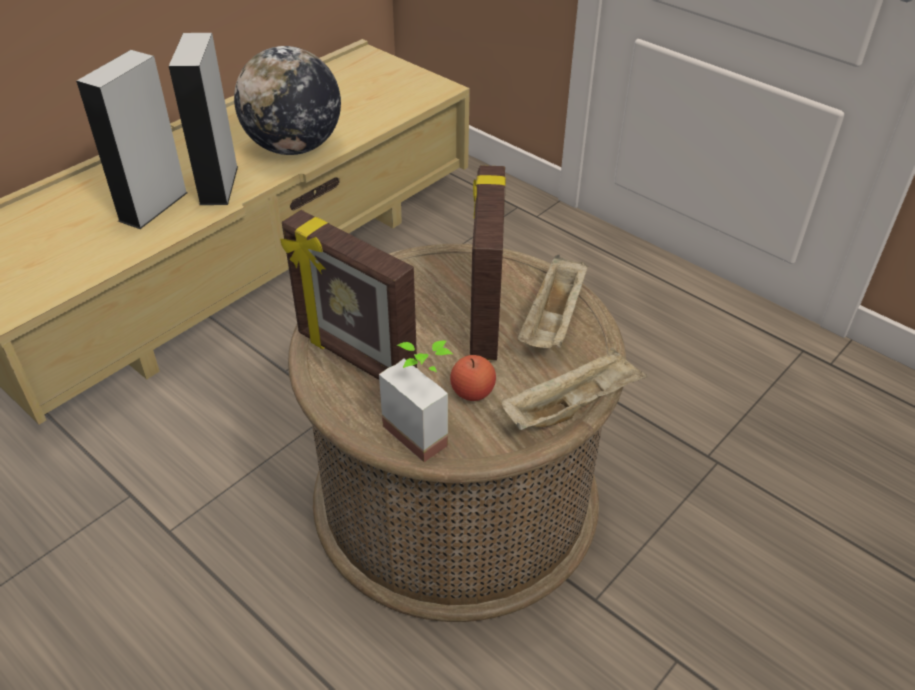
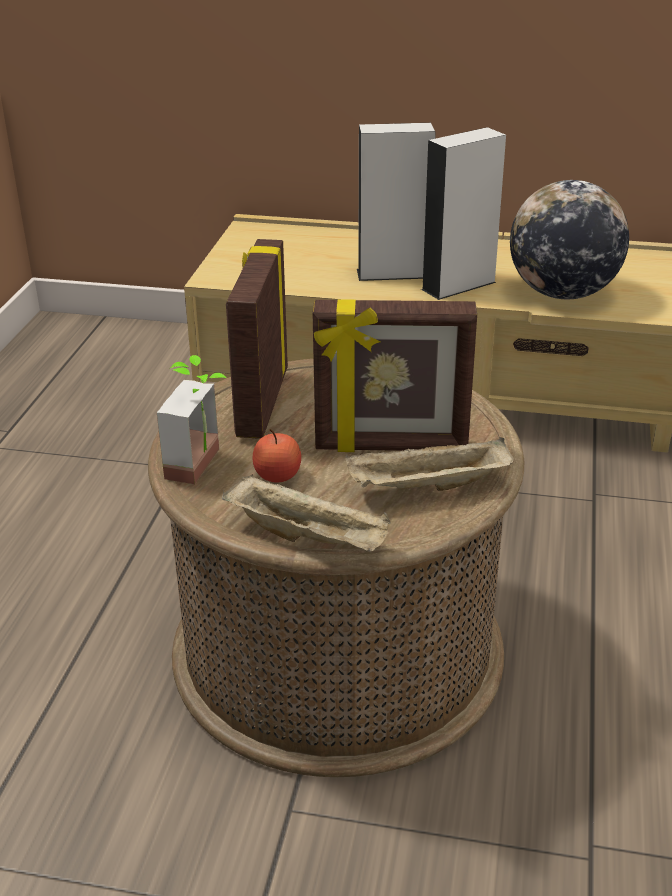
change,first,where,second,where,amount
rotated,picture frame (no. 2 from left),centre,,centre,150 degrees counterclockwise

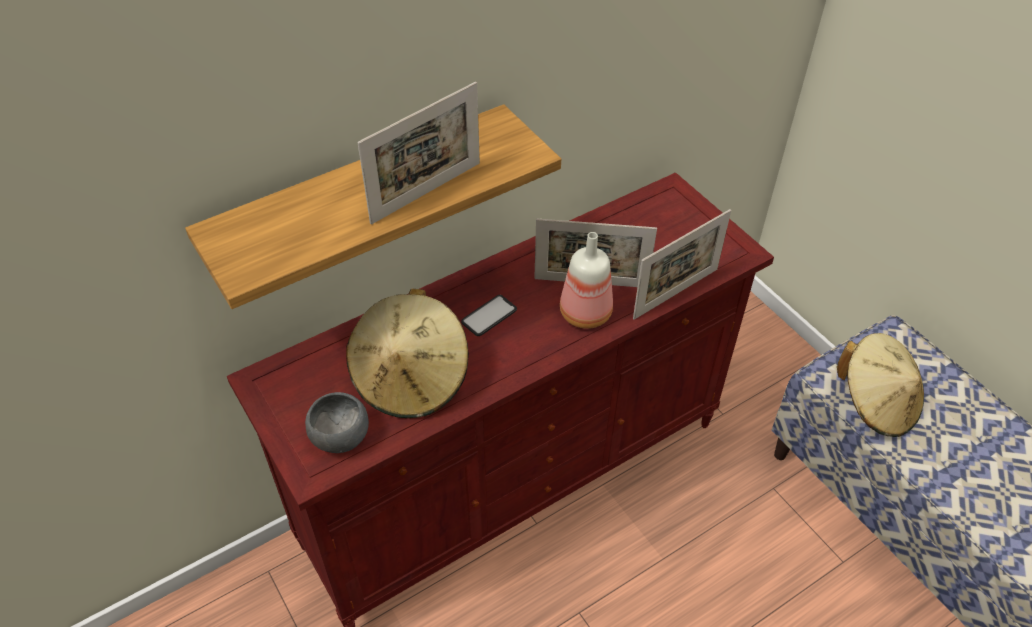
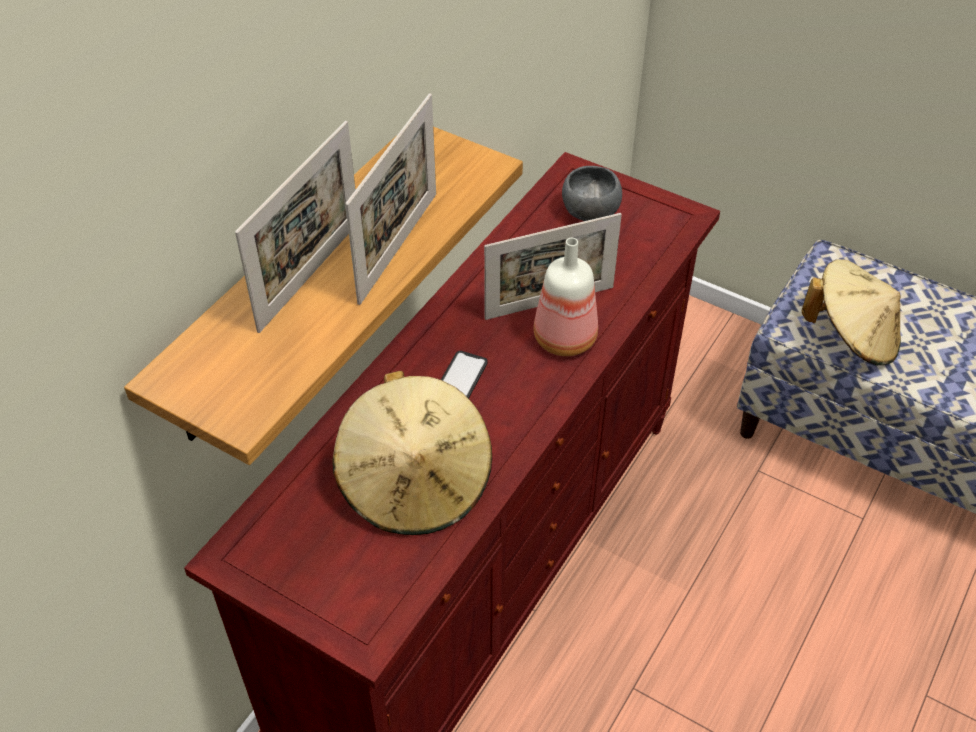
change,first,where,second,where,amount
shifted,picture frame (no. 3 from left in the first image),centre,picture frame (no. 1 from left),top left,
shifted,grey bowl,bottom left,,top centre,

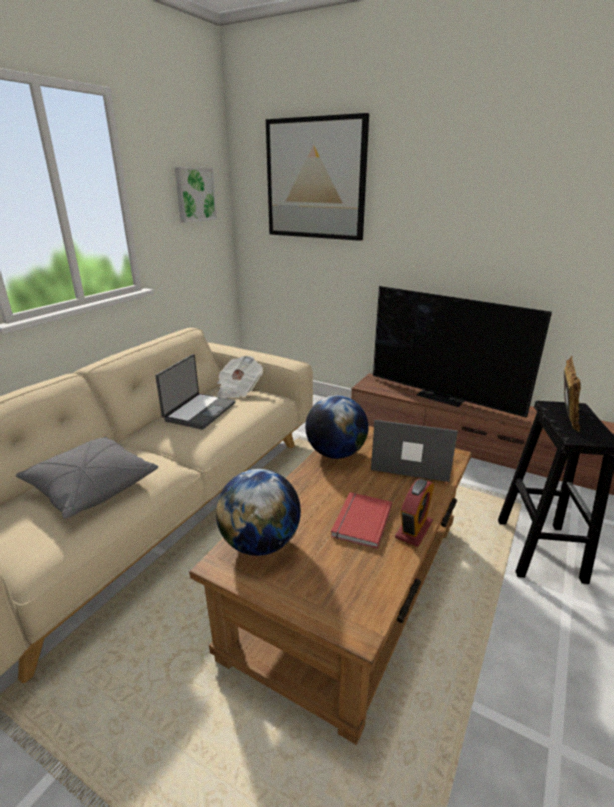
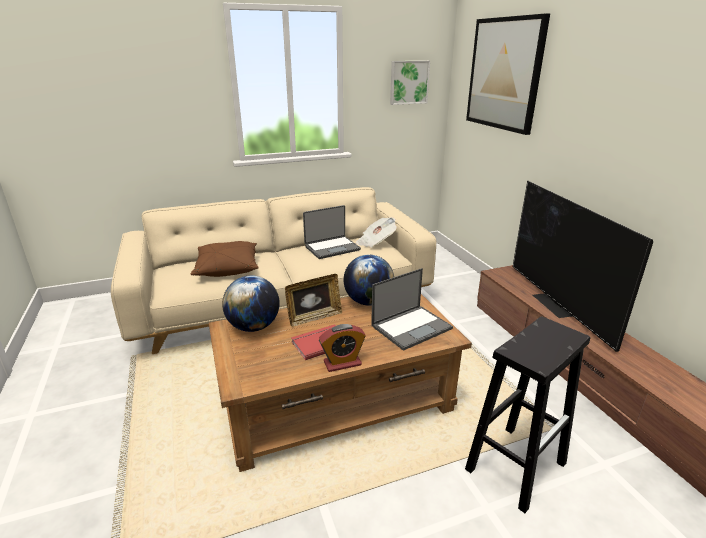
change,first,where,second,where,amount
repainted,grey pillow,middle left,brown pillow,middle left,
shifted,picture frame,middle right,,centre,
rotated,laptop (no. 2 from left),middle right,,centre,90 degrees clockwise

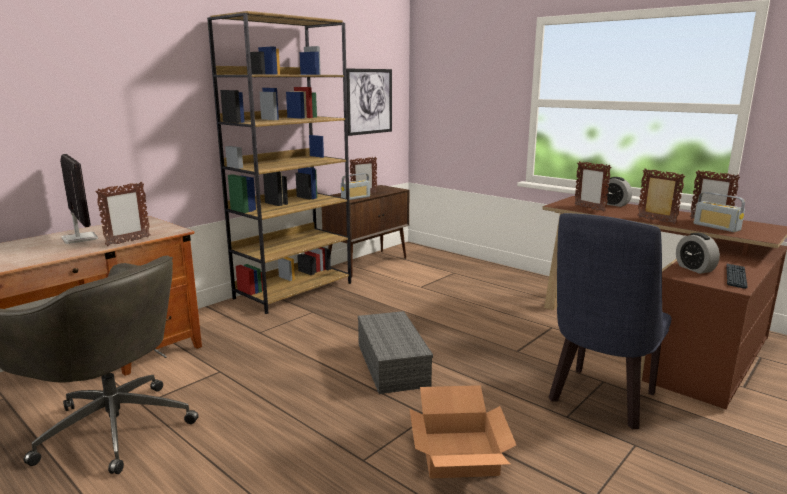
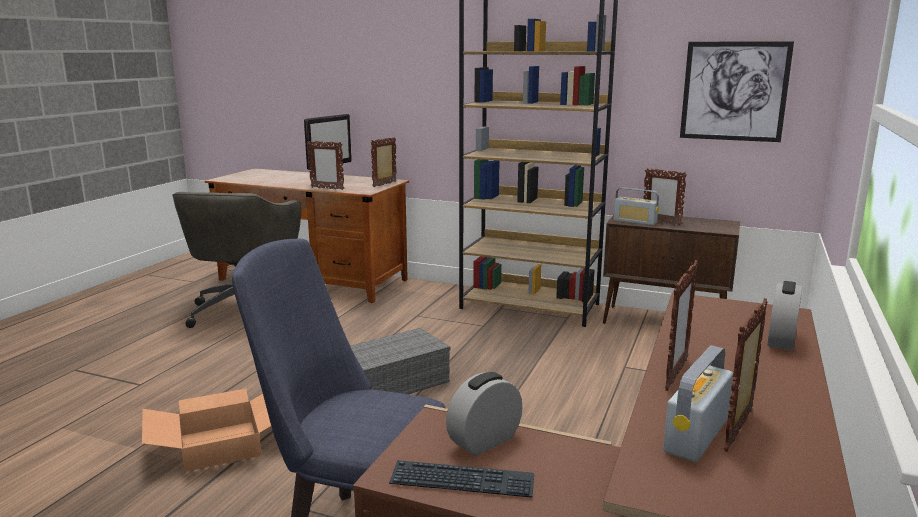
change,first,where,second,where,amount
shifted,picture frame (no. 3 from left in the first image),middle right,picture frame (no. 2 from left),top centre,

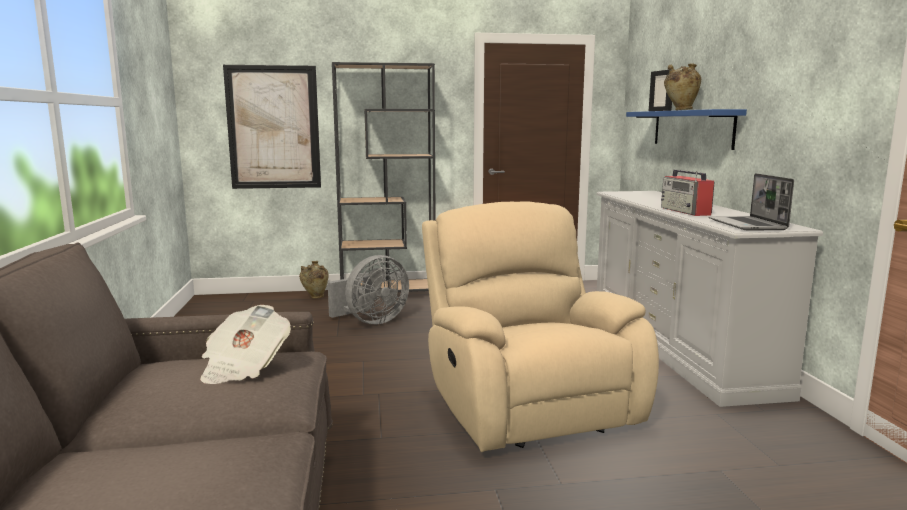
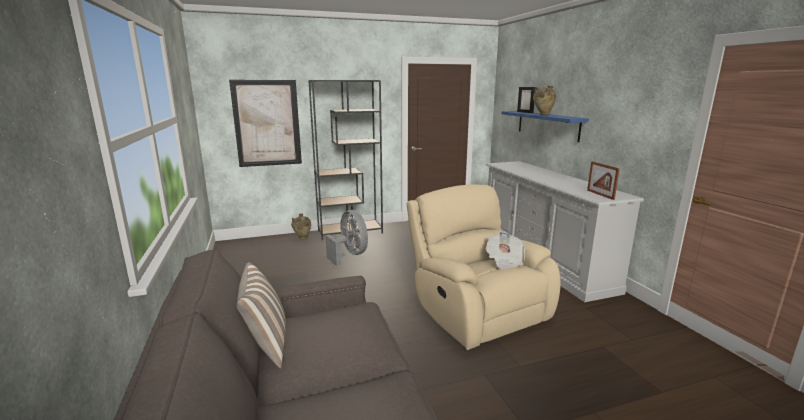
change,first,where,second,where,amount
new,,,pillow,bottom left,
rotated,grey fan,centre,,centre,75 degrees counterclockwise
shifted,newspaper,bottom left,,centre,
swapped,laptop,middle right,picture frame (no. 2 from left),middle right,
gone,radio,middle right,,,

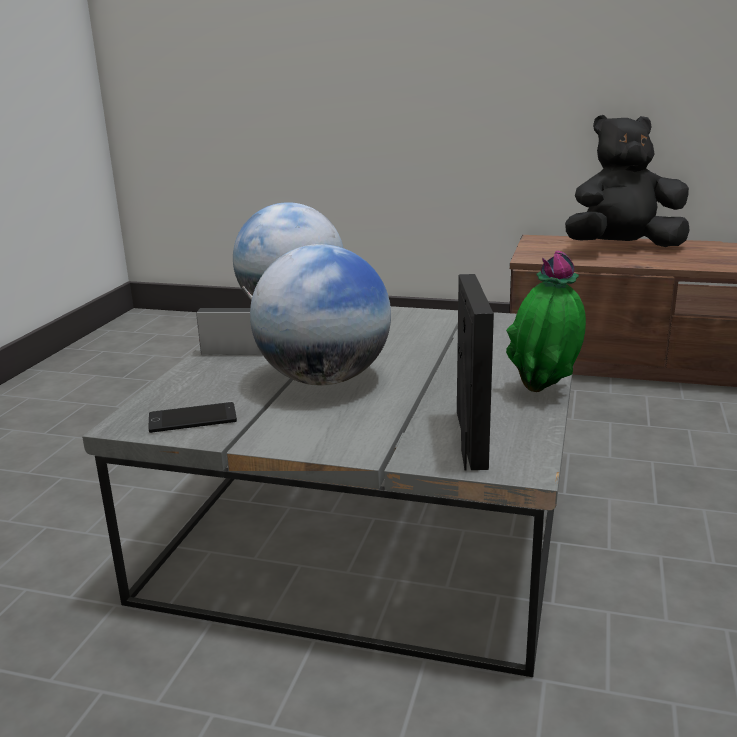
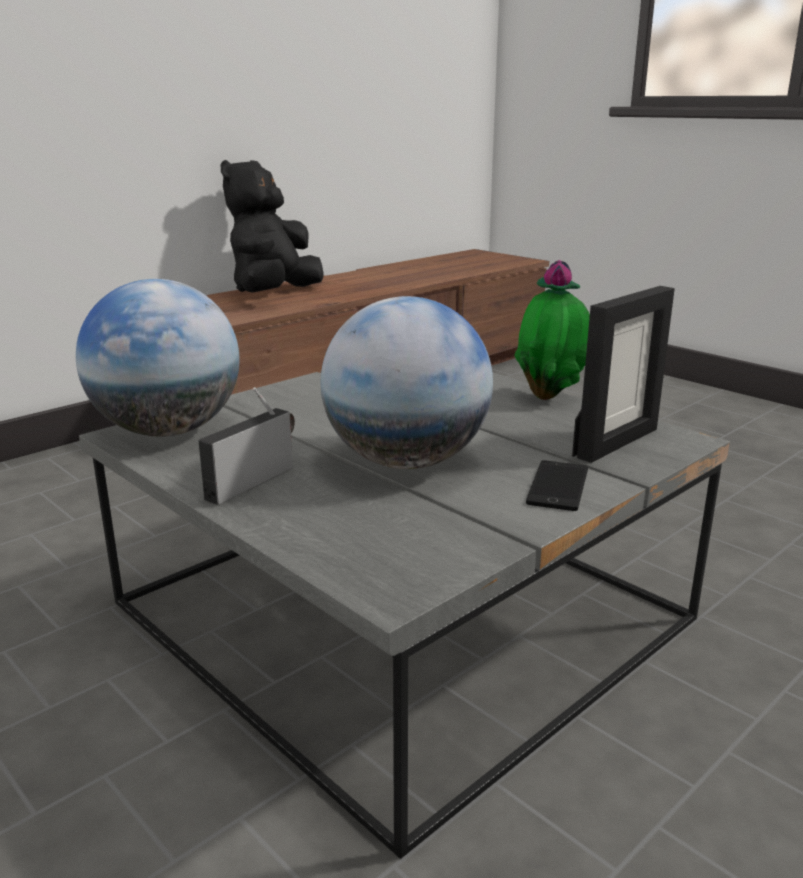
change,first,where,second,where,amount
shifted,phone,middle left,,middle right,
rotated,picture frame,centre,,middle right,105 degrees clockwise

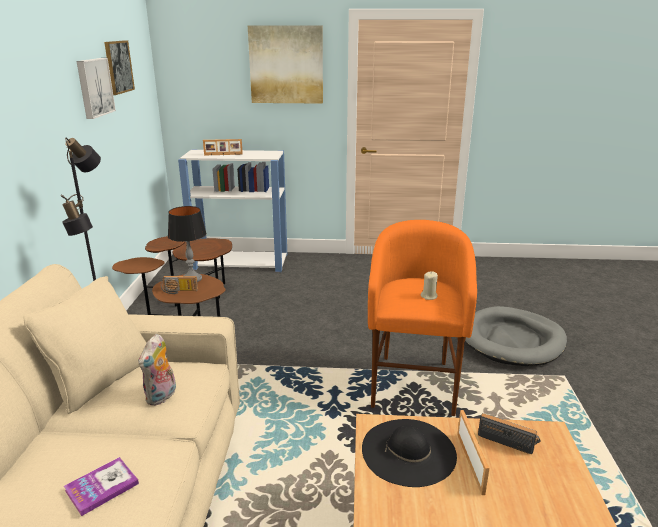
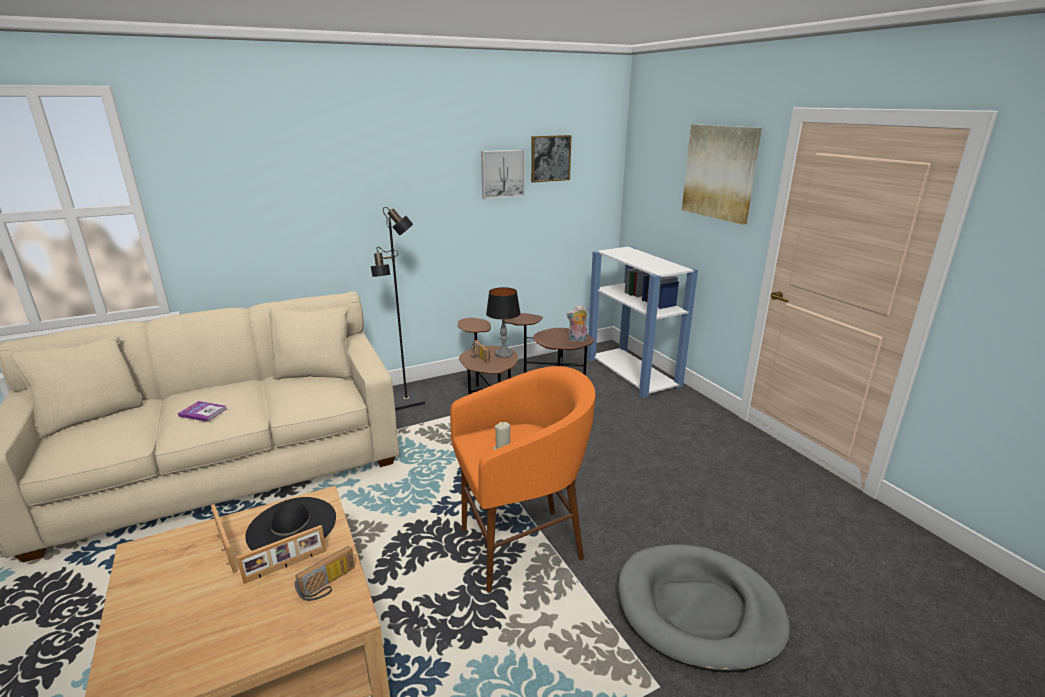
change,first,where,second,where,amount
shifted,picture frame (no. 1 from left),top centre,,bottom left,
rotated,radio (no. 2 from left in the first image),bottom right,radio (no. 1 from left),bottom left,45 degrees clockwise
shifted,plush toy,bottom left,,centre,

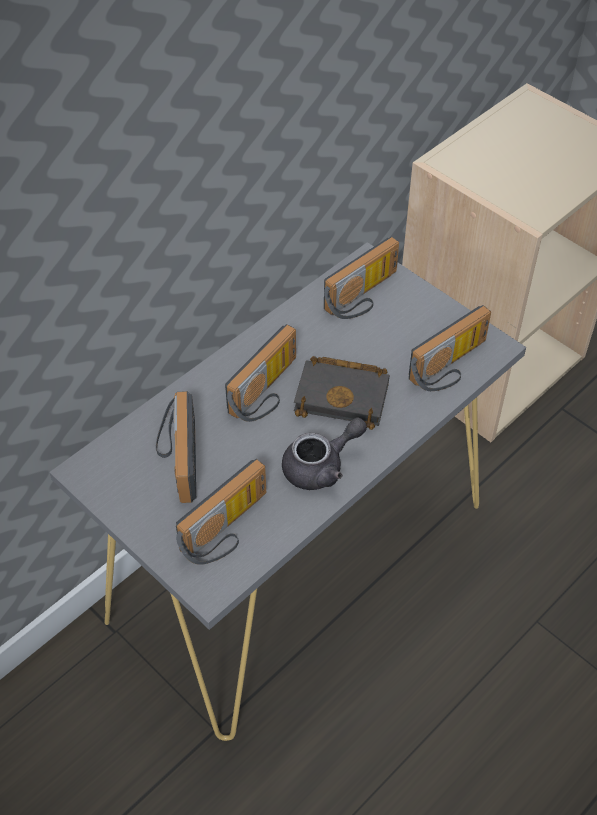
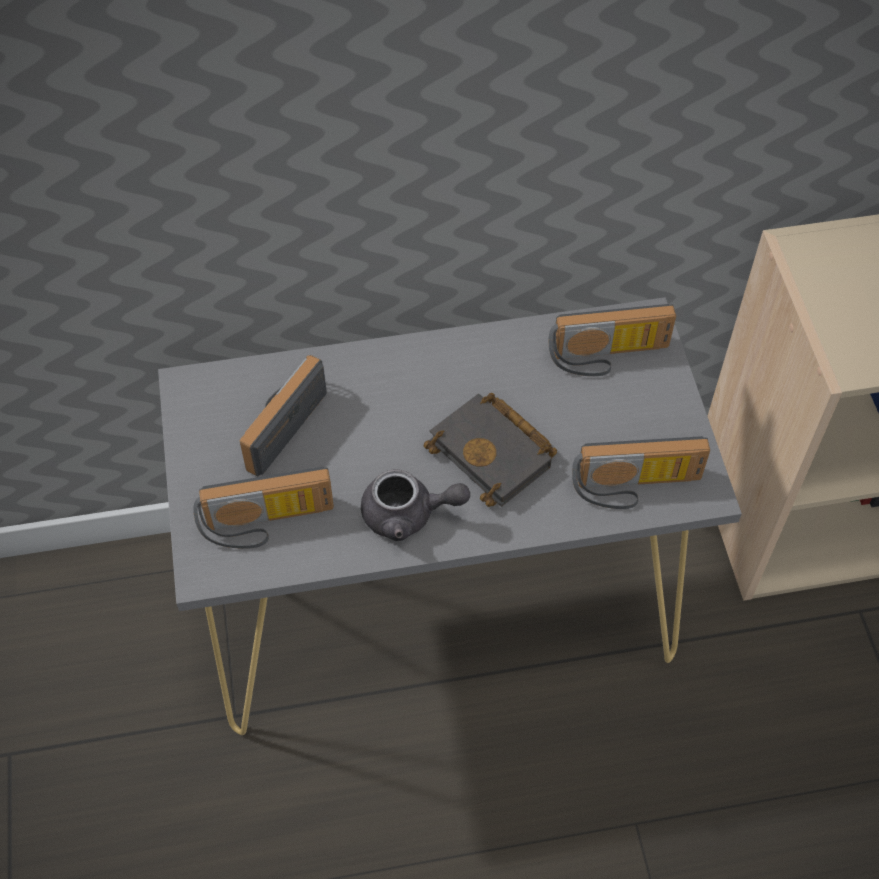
change,first,where,second,where,amount
gone,radio (no. 3 from left),centre,,,

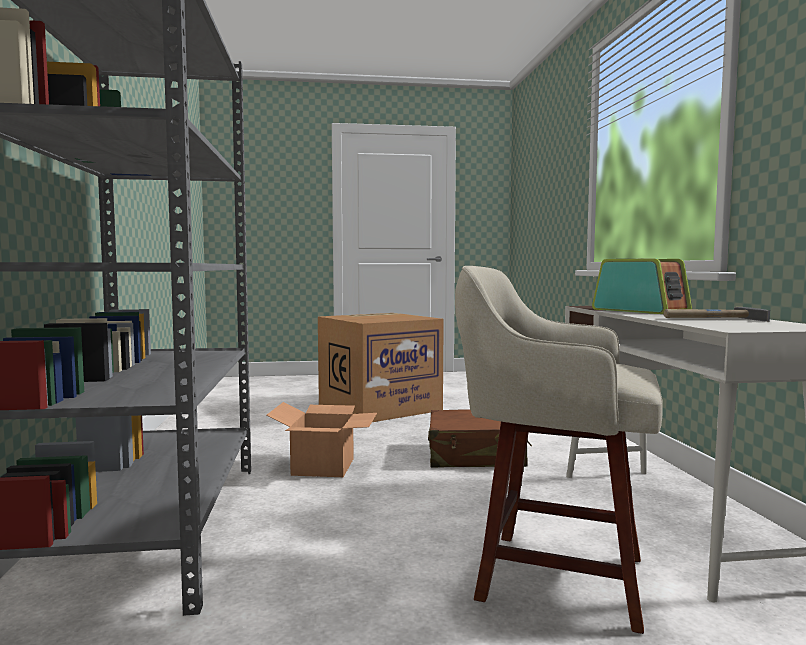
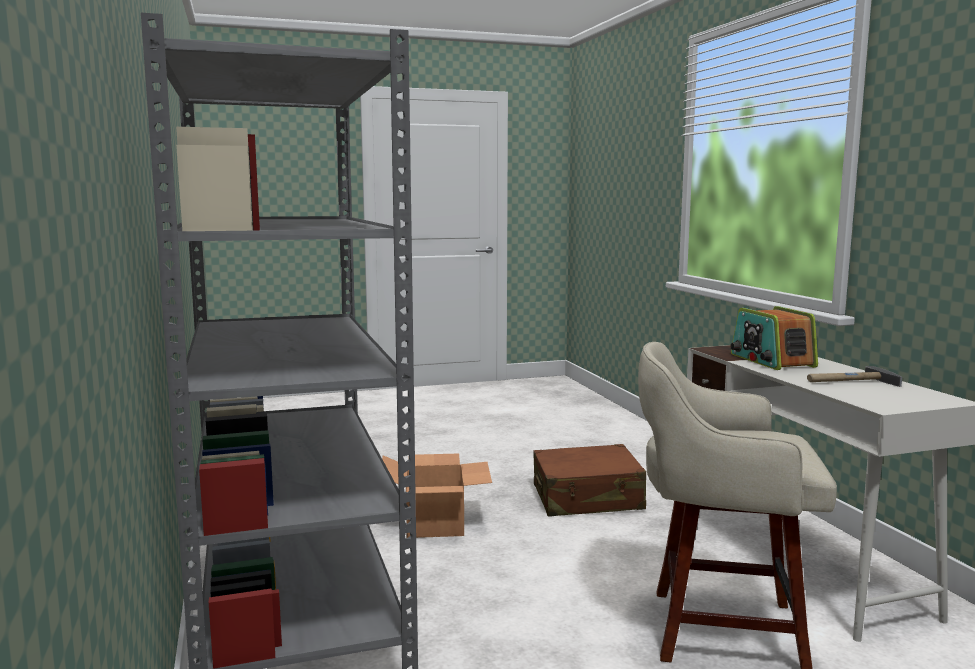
change,first,where,second,where,amount
rotated,radio,middle right,,middle right,150 degrees counterclockwise
gone,cardboard box (no. 2 from left),centre,,,

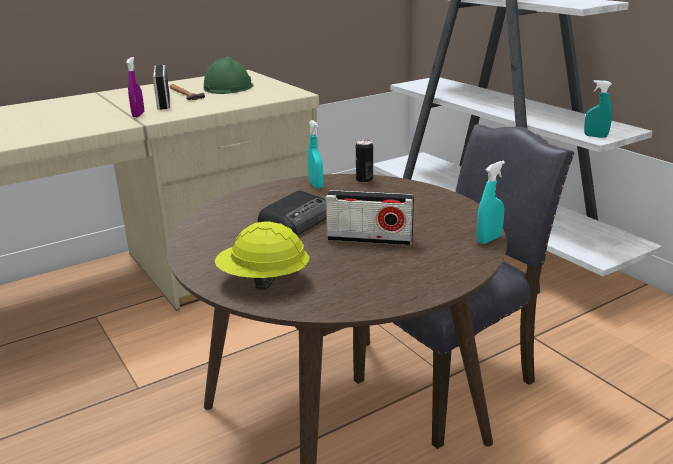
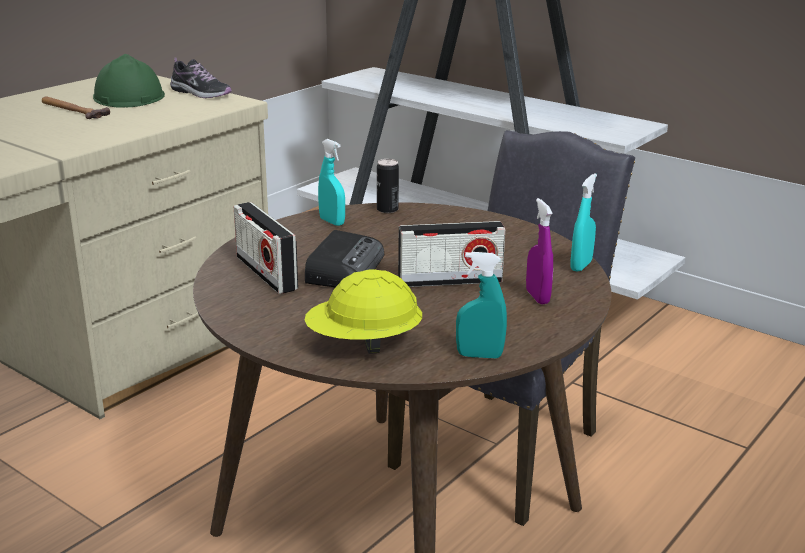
change,first,where,second,where,amount
new,,,shoe,top left,
shifted,radio (no. 1 from left),top left,,middle left,
shifted,turquoise spray bottle (no. 3 from left in the first image),top right,turquoise spray bottle (no. 2 from left),centre,
shifted,purple spray bottle,top left,,middle right,

